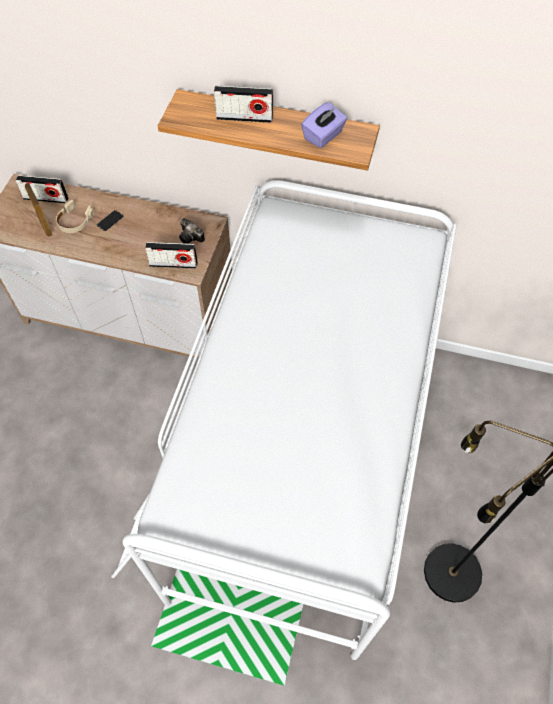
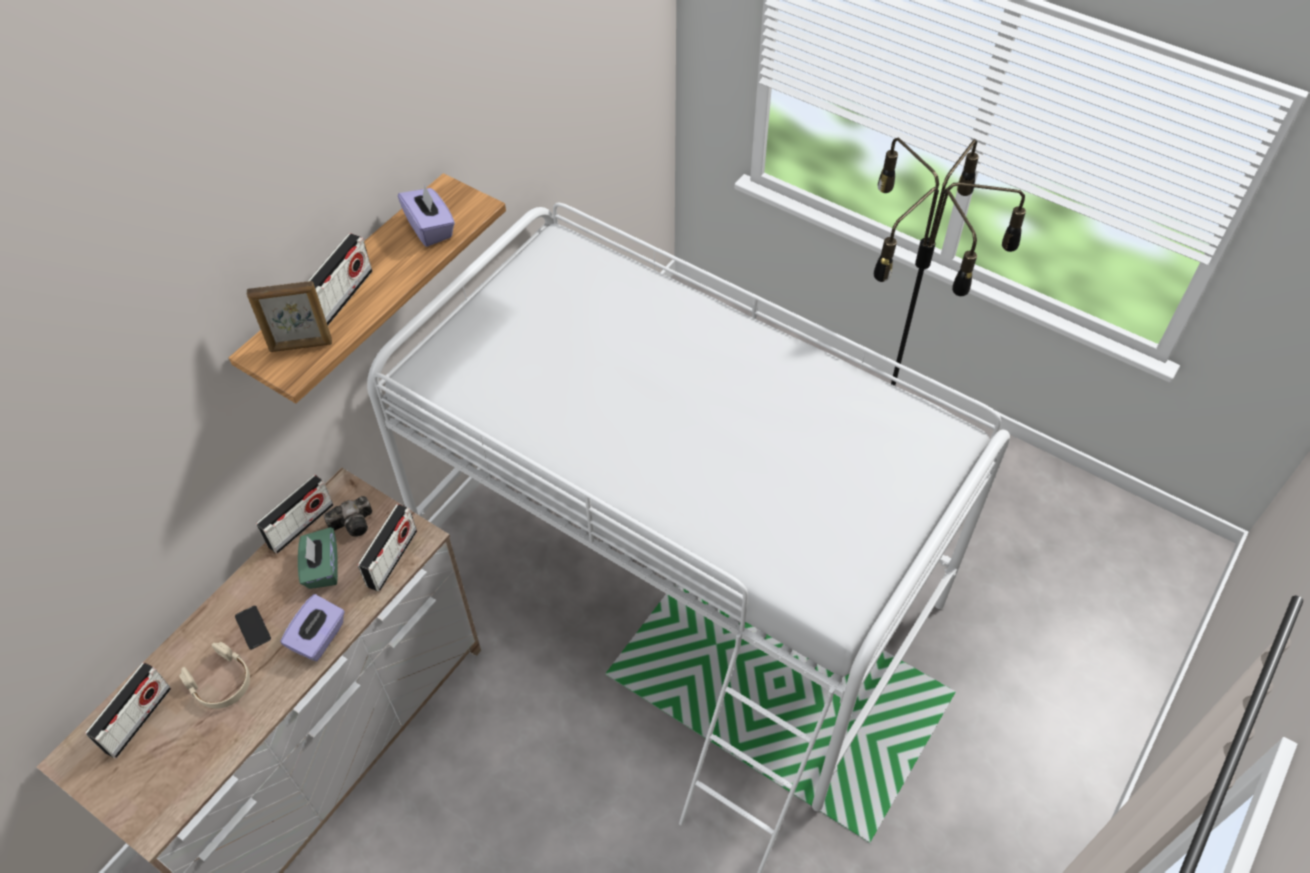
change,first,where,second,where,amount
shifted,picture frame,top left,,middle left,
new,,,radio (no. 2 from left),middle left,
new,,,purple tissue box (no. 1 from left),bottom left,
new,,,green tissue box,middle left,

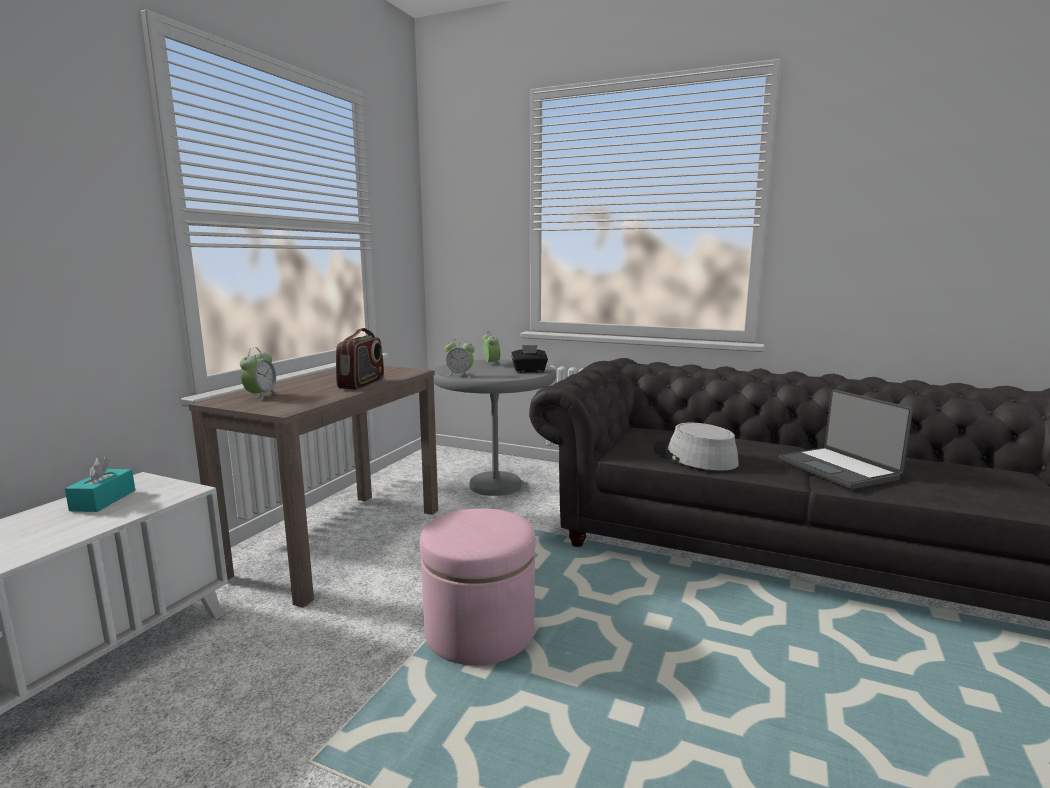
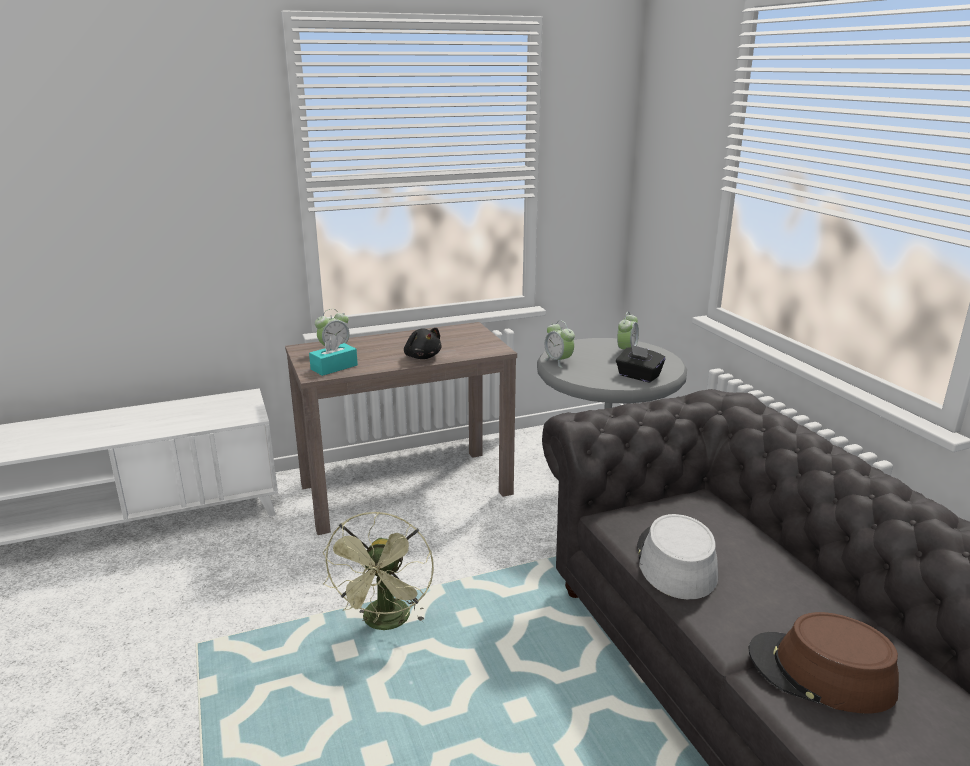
change,first,where,second,where,amount
shifted,turquoise tissue box,middle left,,centre,
swapped,pink ottoman,bottom centre,green fan,bottom centre,
swapped,radio,centre,black plush toy,centre,
swapped,laptop,middle right,brown hat,bottom right,

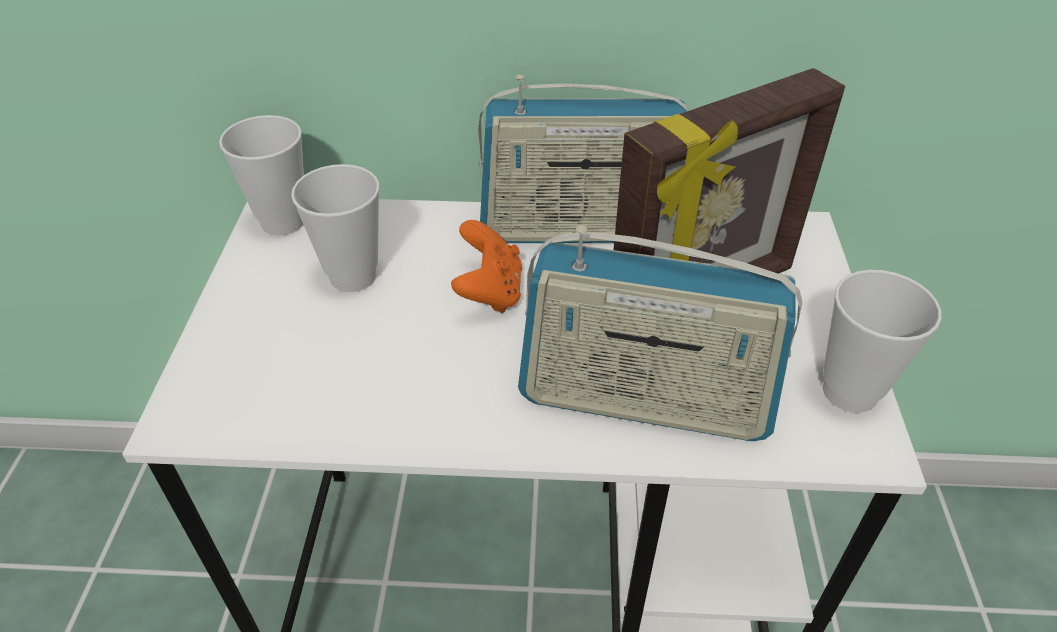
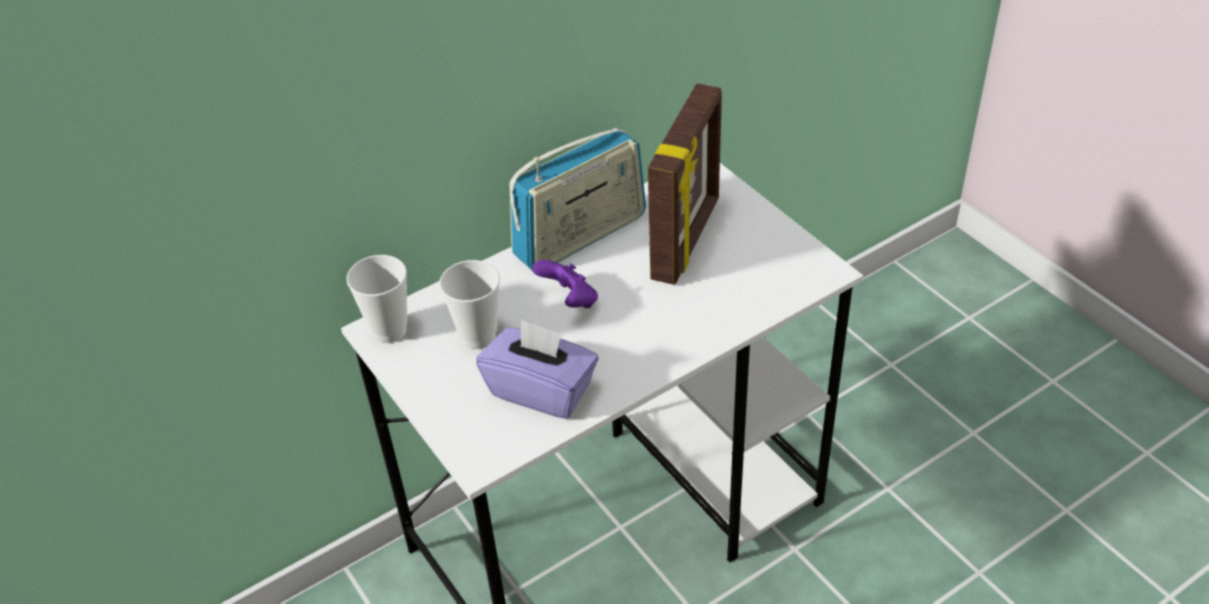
change,first,where,second,where,amount
new,,,purple tissue box,centre,
repainted,orange game controller,centre,purple game controller,centre,
gone,radio (no. 2 from left),centre,,,
gone,cup (no. 3 from left),middle right,,,

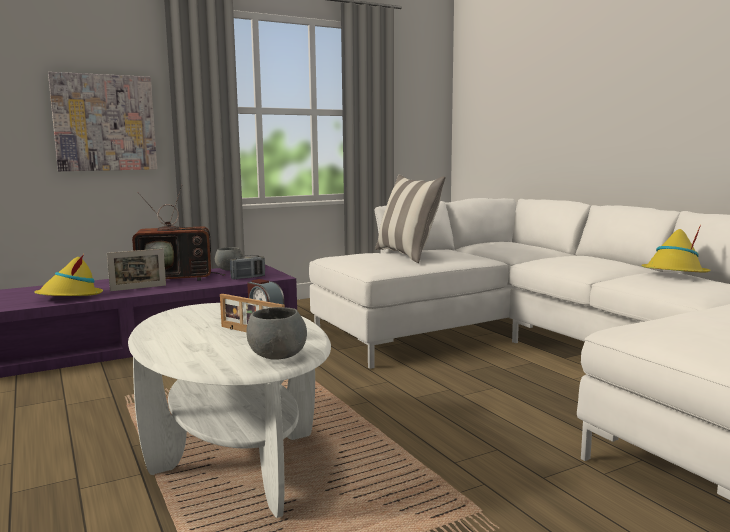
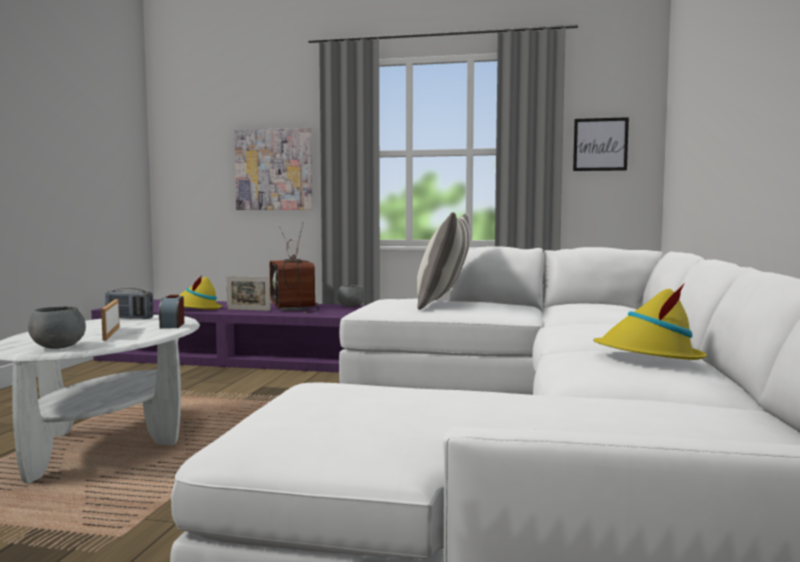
change,first,where,second,where,amount
shifted,radio,centre,,middle left,
rotated,television,middle left,,centre,45 degrees clockwise
new,,,picture (no. 2 from left),top right,

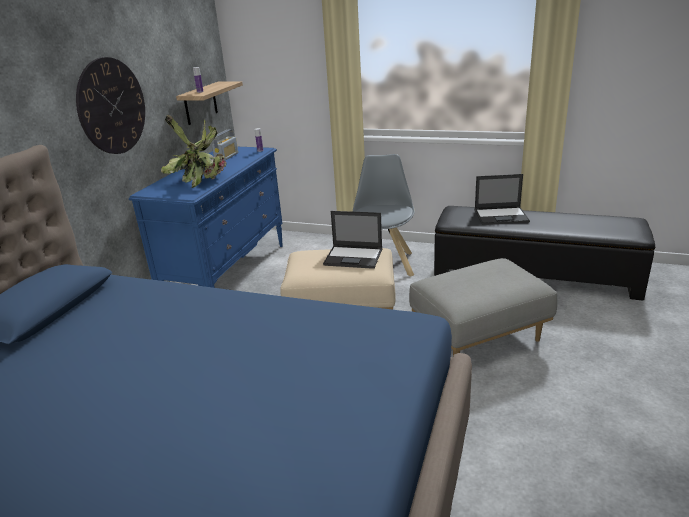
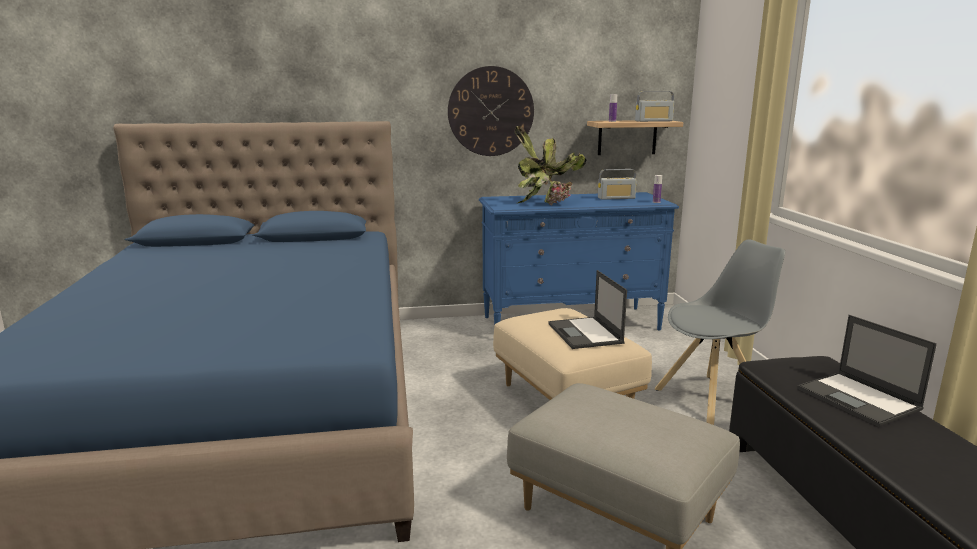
change,first,where,second,where,amount
new,,,radio (no. 2 from left),top right,

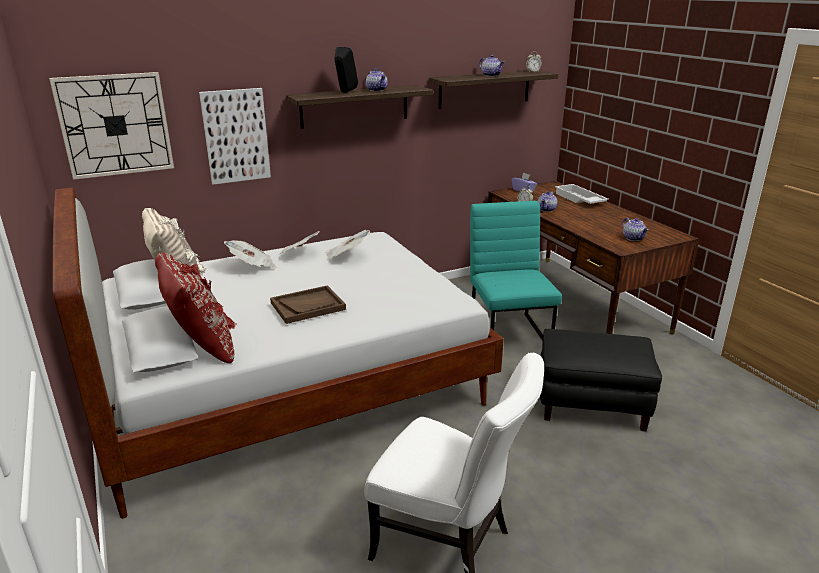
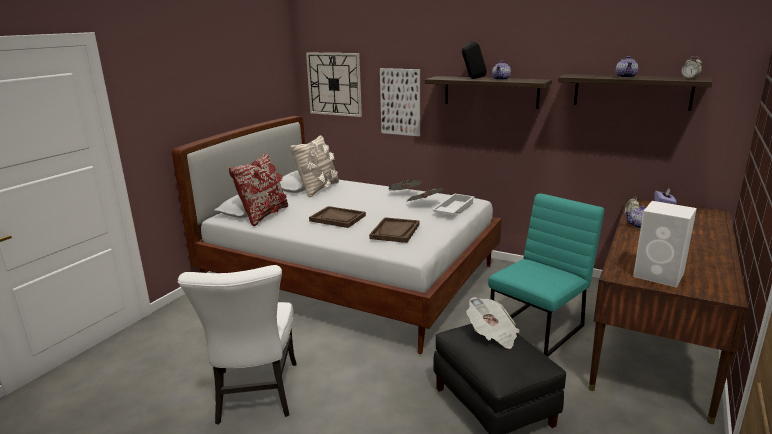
change,first,where,second,where,amount
new,,,brown tray (no. 2 from left),centre,
shifted,white tray,middle right,,centre,
shifted,newspaper (no. 1 from left in the first image),middle left,newspaper (no. 3 from left),bottom centre,
swapped,teapot (no. 4 from left),middle right,white speaker,middle right,

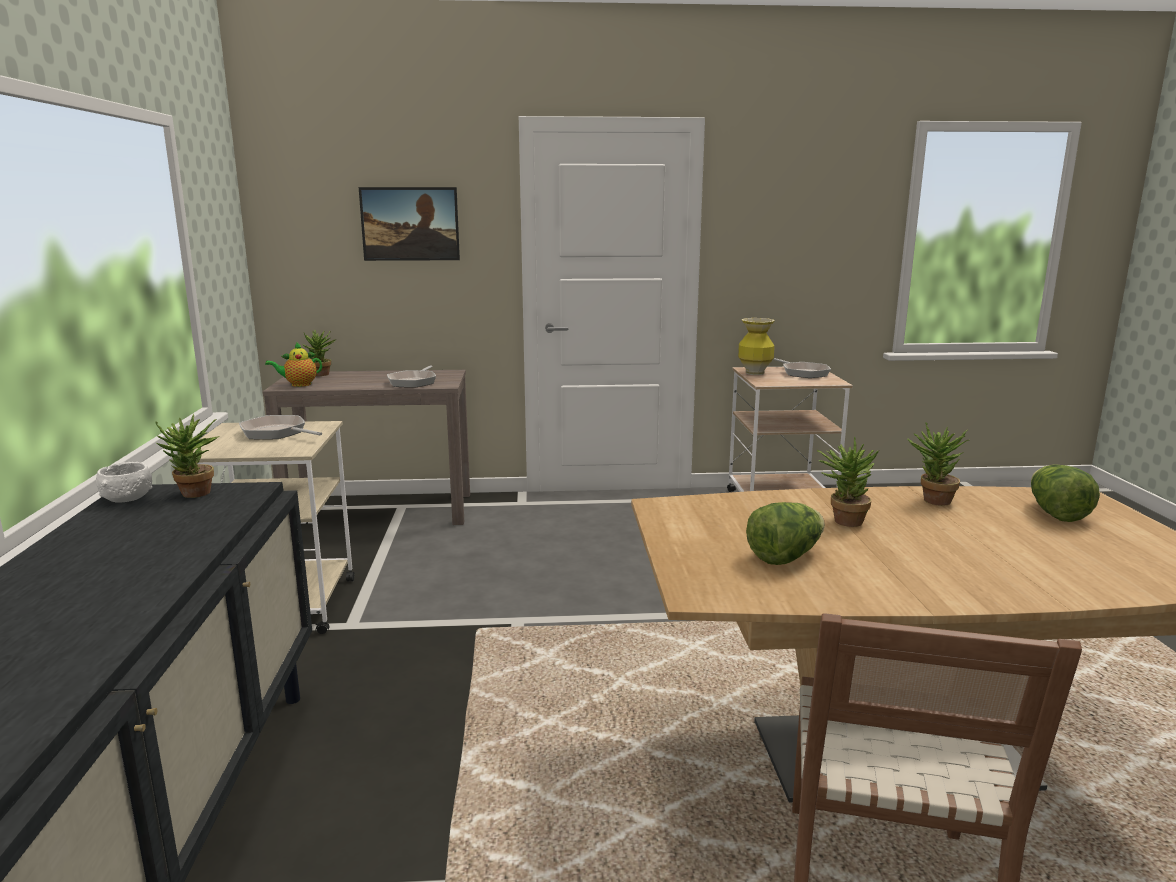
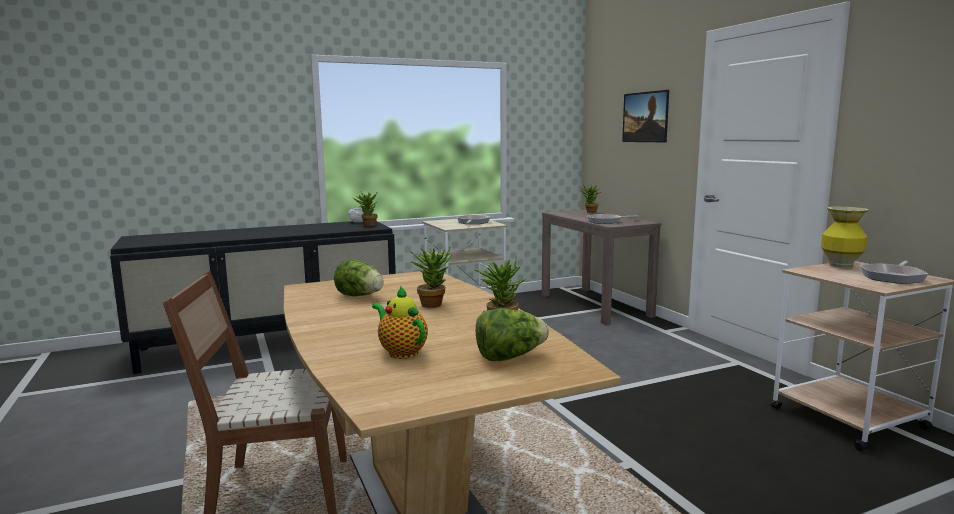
change,first,where,second,where,amount
shifted,teapot,middle left,,centre,

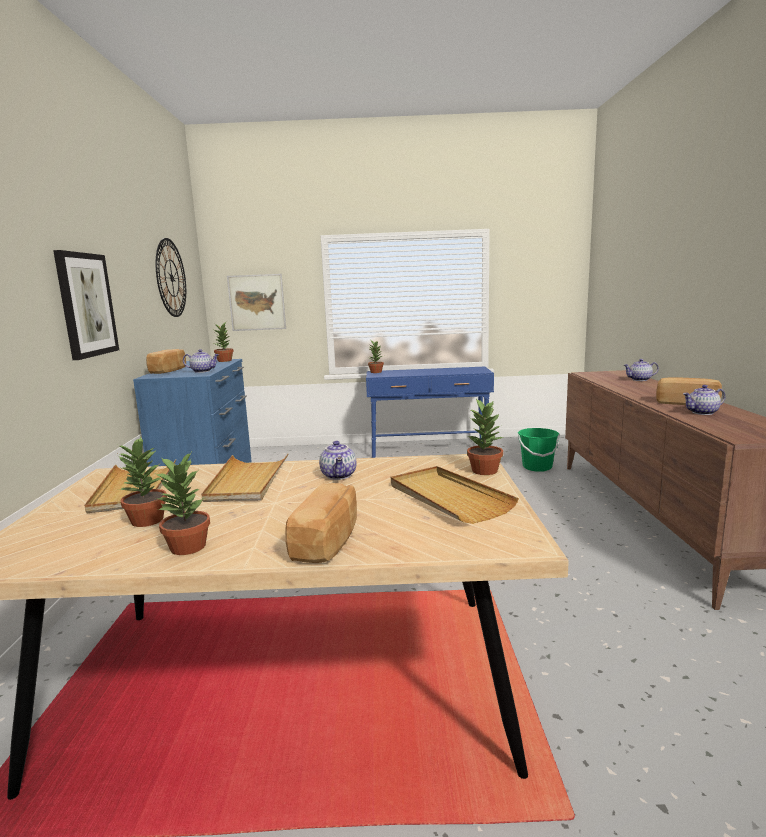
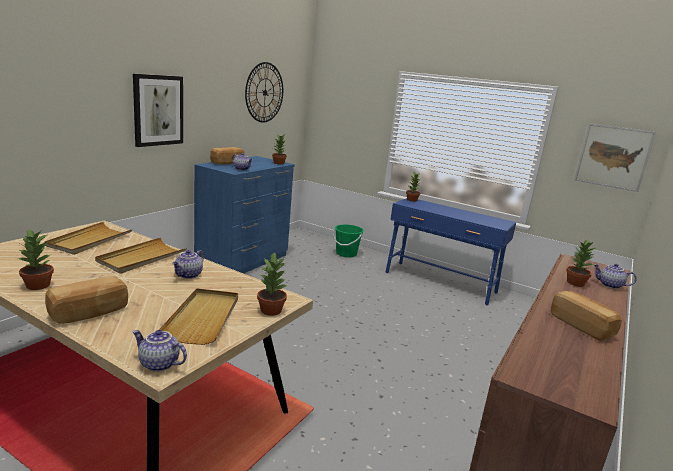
change,first,where,second,where,amount
shifted,teapot (no. 4 from left in the first image),middle right,teapot (no. 1 from left),bottom left,
shifted,green bucket,middle right,,centre,
shifted,potted plant (no. 1 from left in the first image),middle left,potted plant (no. 5 from left),middle right,
shifted,picture (no. 2 from left),centre,,middle right,

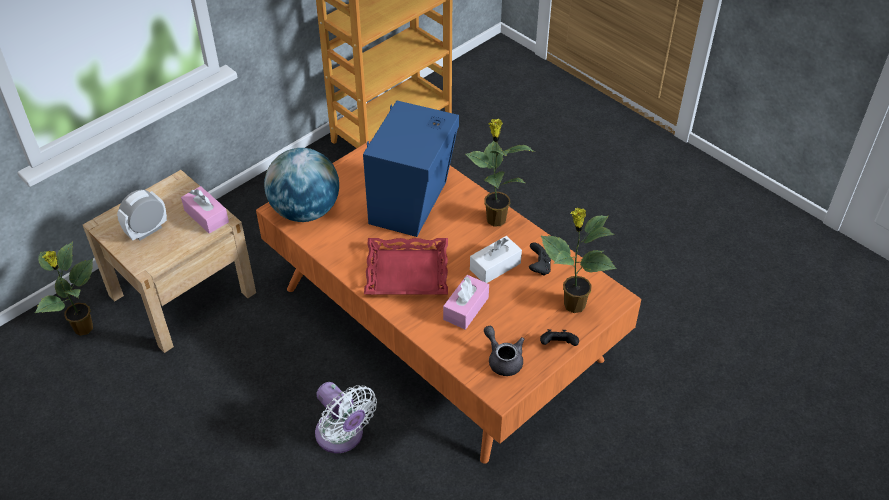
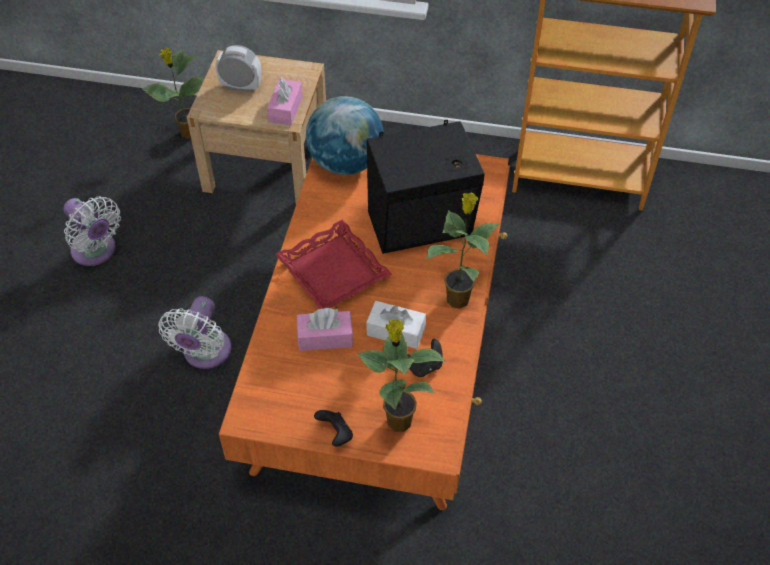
change,first,where,second,where,amount
new,,,white fan (no. 1 from left),middle left,
repainted,blue speaker,centre,black speaker,top centre,
gone,grey teapot,bottom centre,,,

